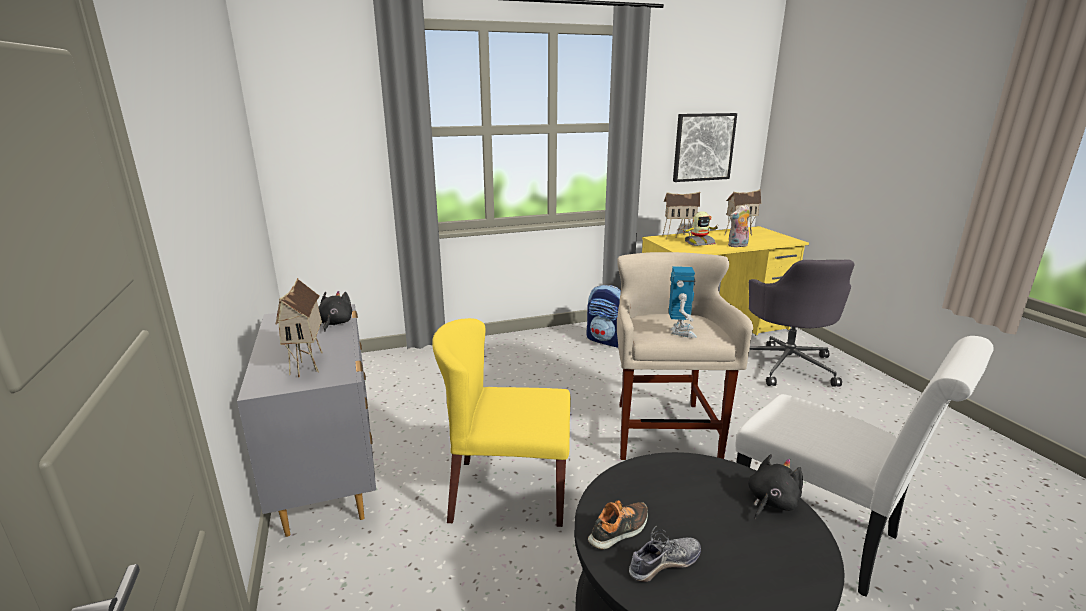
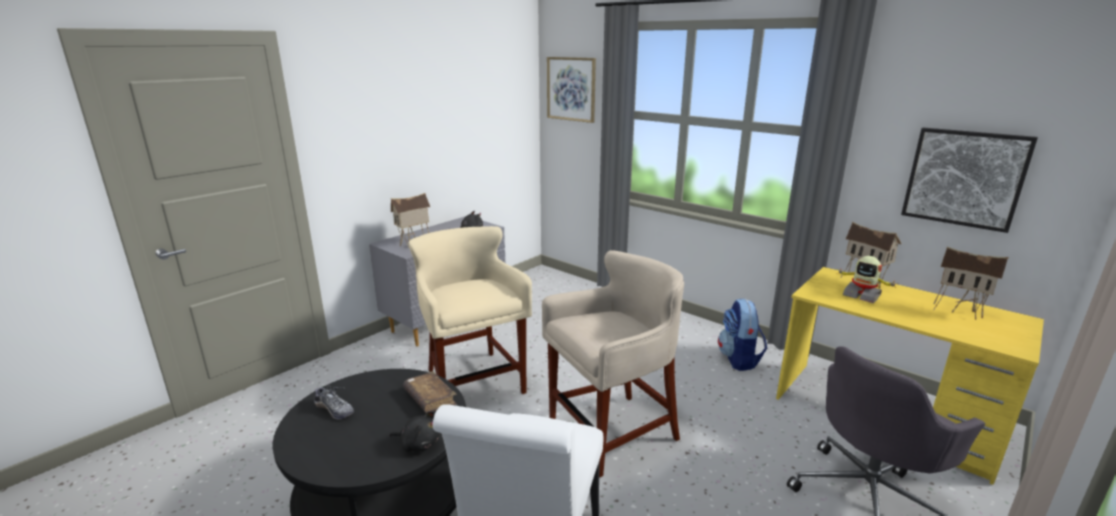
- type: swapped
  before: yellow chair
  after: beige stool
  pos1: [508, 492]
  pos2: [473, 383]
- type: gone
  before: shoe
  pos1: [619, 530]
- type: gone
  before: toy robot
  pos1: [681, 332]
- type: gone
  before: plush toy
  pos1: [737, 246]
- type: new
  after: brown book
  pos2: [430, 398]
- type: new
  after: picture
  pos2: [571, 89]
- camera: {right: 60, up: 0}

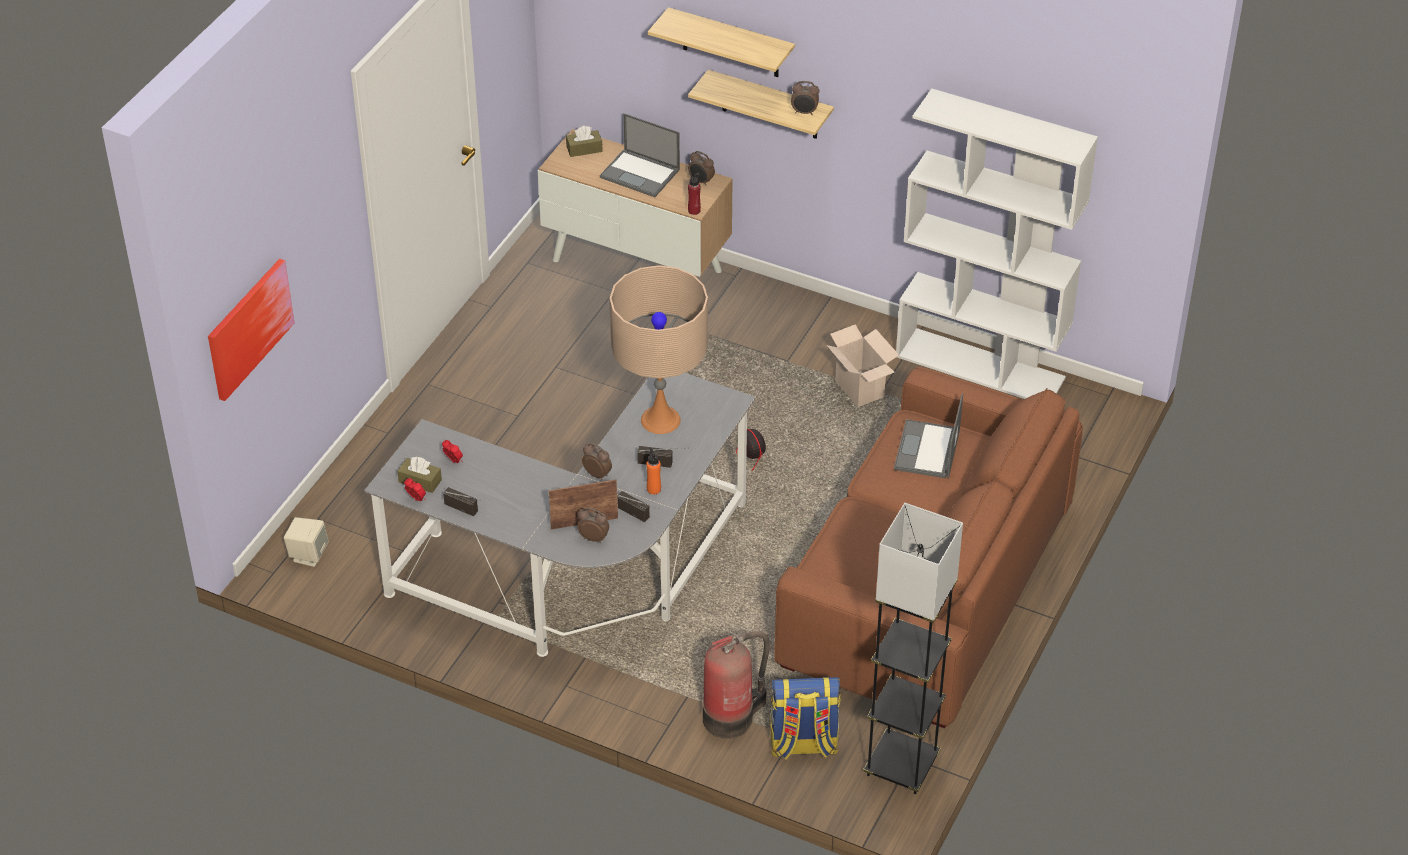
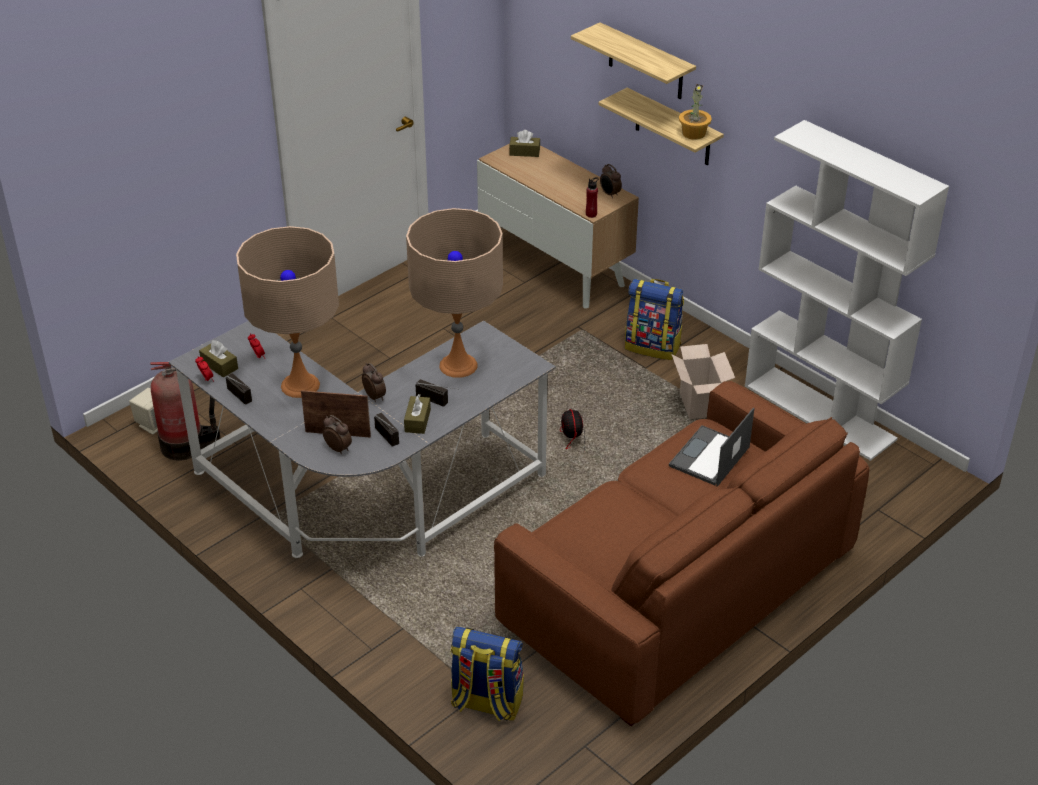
- type: gone
  before: picture
  pos1: [249, 328]
- type: gone
  before: laptop
  pos1: [641, 173]
- type: swapped
  before: orange bottle
  after: brown tissue box
  pos1: [654, 489]
  pos2: [417, 421]
- type: shifted
  before: fire extinguisher
  pos1: [731, 717]
  pos2: [186, 445]
- type: swapped
  before: alarm clock
  after: potted plant
  pos1: [804, 112]
  pos2: [694, 133]
- type: gone
  before: grey floor lamp
  pos1: [901, 766]
- type: new
  after: beige table lamp
  pos2: [300, 385]
- type: new
  after: backpack
  pos2: [653, 346]
- camera: {right: 20, up: -5}

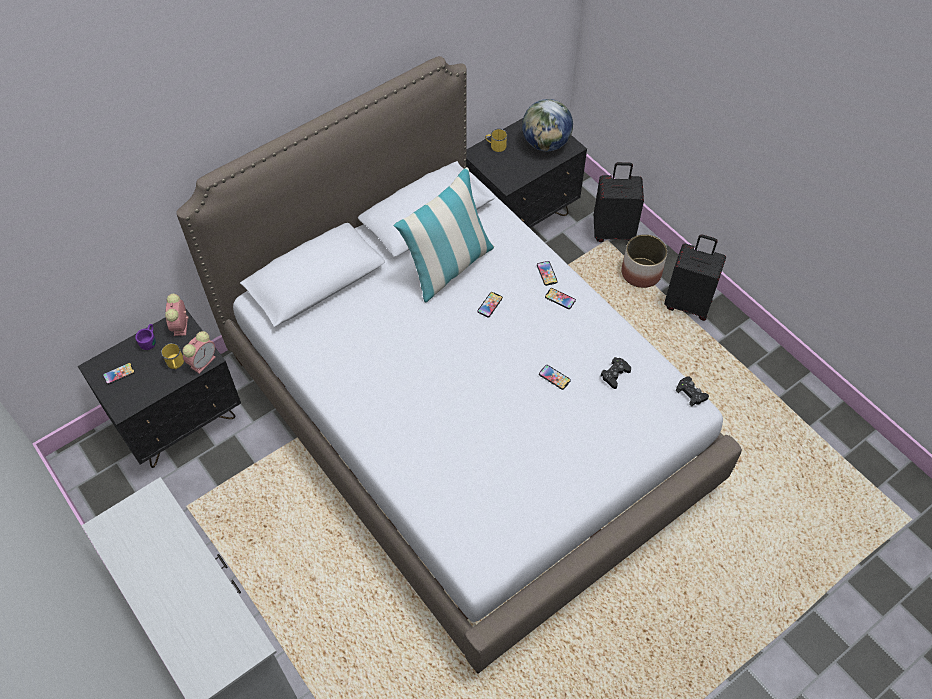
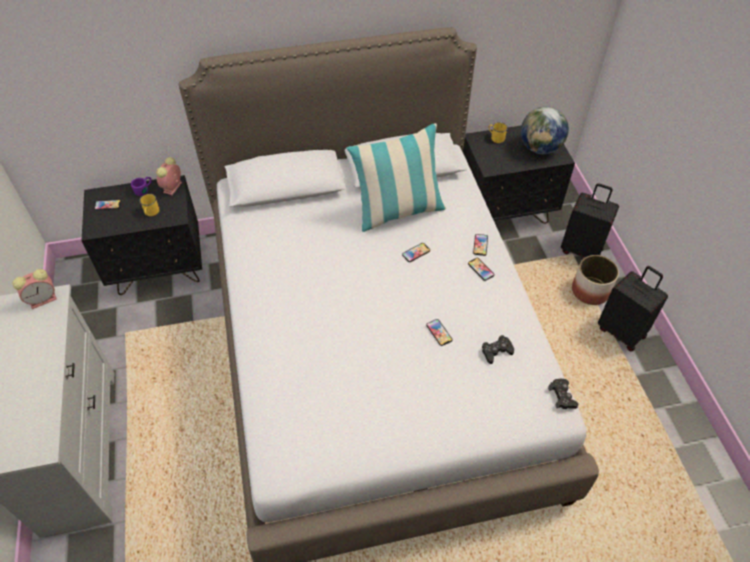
- type: shifted
  before: alarm clock
  pos1: [203, 361]
  pos2: [43, 299]
- camera: {right: 25, up: -5}

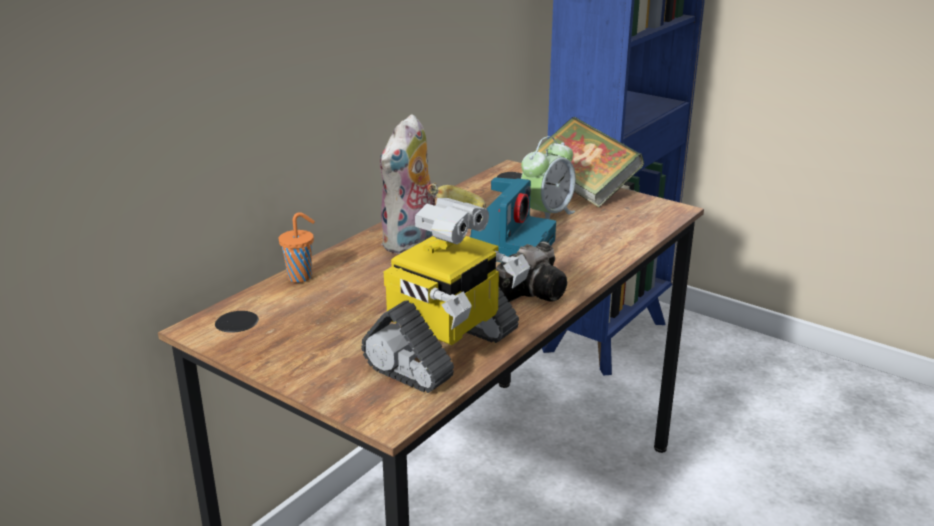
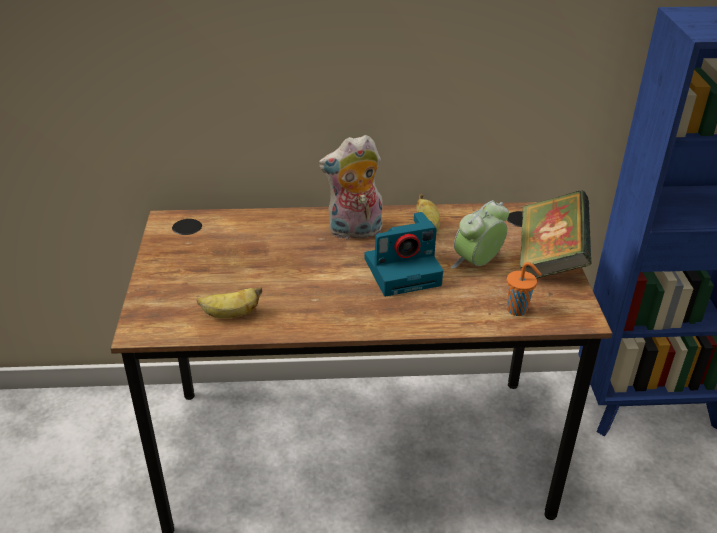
- type: shifted
  before: orange cup
  pos1: [301, 277]
  pos2: [518, 310]
- type: swapped
  before: toy robot
  after: banana
  pos1: [445, 351]
  pos2: [230, 314]
- type: gone
  before: photo camera
  pos1: [534, 292]
- type: rotated
  before: alarm clock
  pos1: [546, 215]
  pos2: [477, 263]
  turn: 135
- camera: {right: 50, up: 10}

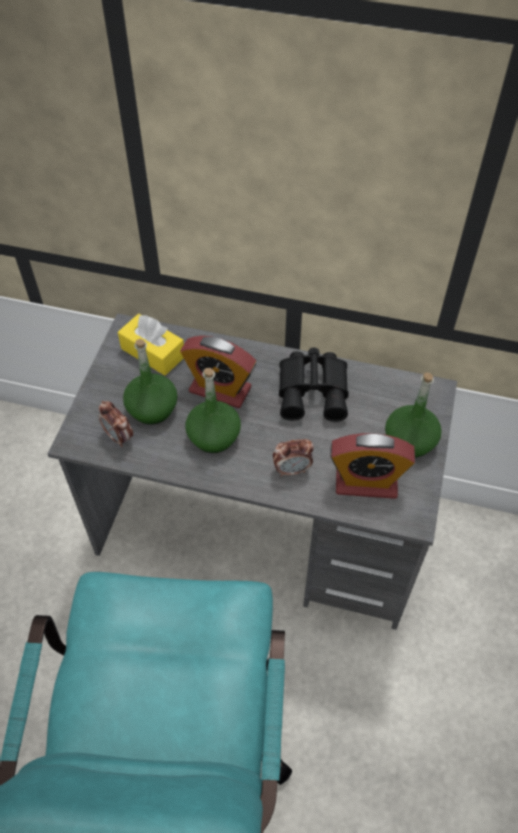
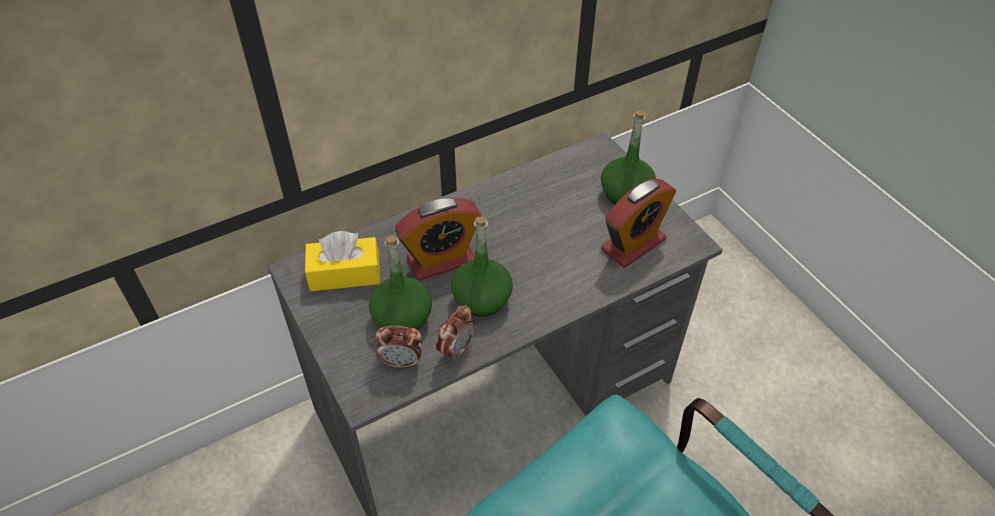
- type: shifted
  before: alarm clock
  pos1: [292, 469]
  pos2: [456, 349]
- type: gone
  before: black binoculars
  pos1: [314, 390]
- camera: {right: -45, up: -5}

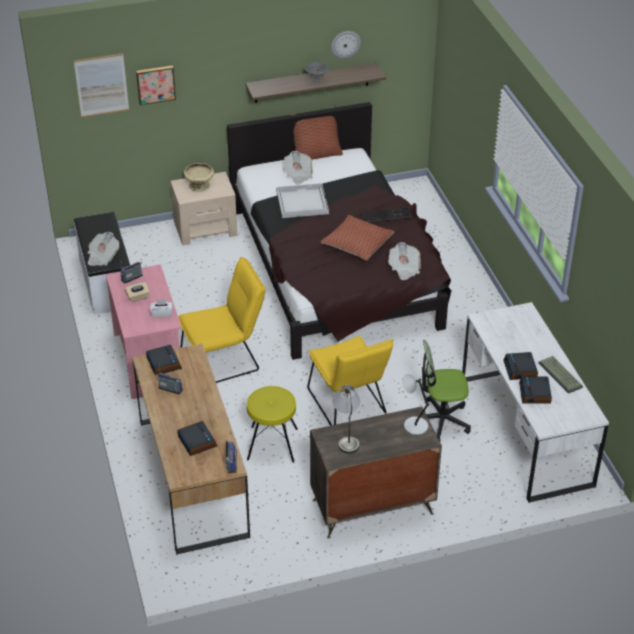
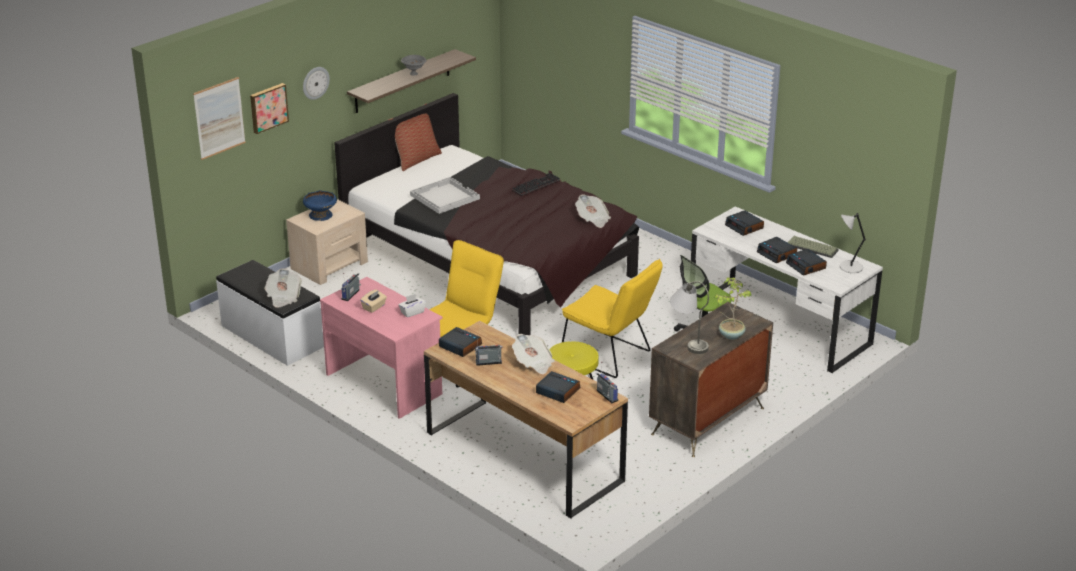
- type: repainted
  before: beige bowl
  after: blue bowl
  pos1: [199, 185]
  pos2: [321, 215]
- type: shifted
  before: newspaper
  pos1: [298, 175]
  pos2: [533, 363]
- type: gone
  before: pillow
  pos1: [357, 244]
- type: shifted
  before: wall clock
  pos1: [345, 44]
  pos2: [315, 82]
- type: shifted
  before: grey table lamp
  pos1: [414, 425]
  pos2: [849, 267]
- type: new
  after: potted plant
  pos2: [730, 335]
- type: new
  after: alarm clock
  pos2: [744, 227]
- camera: {right: -30, up: -10}

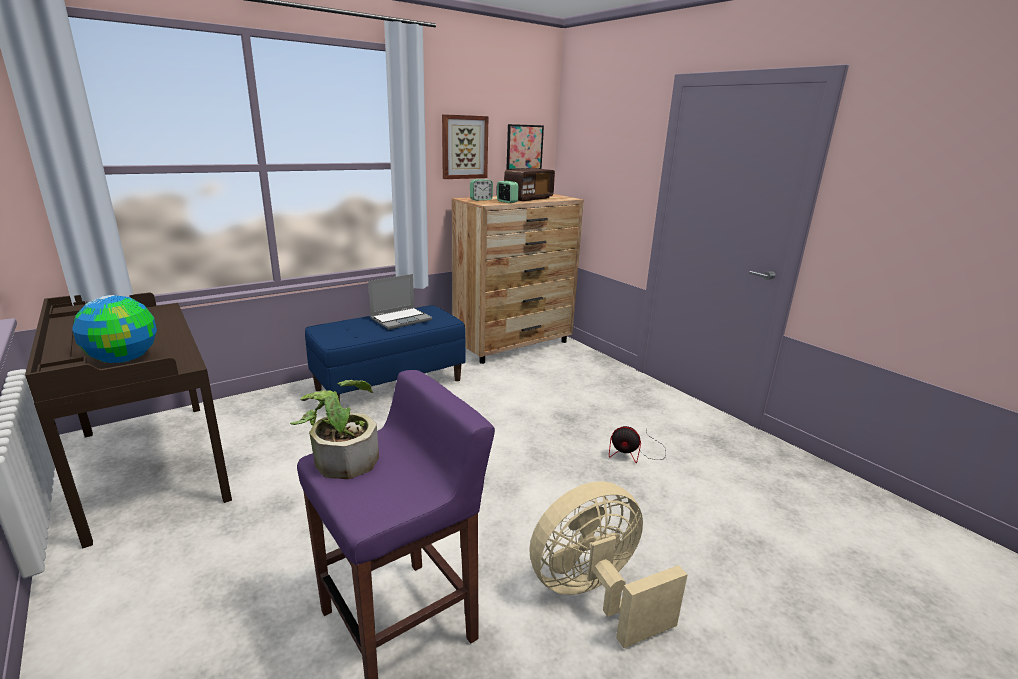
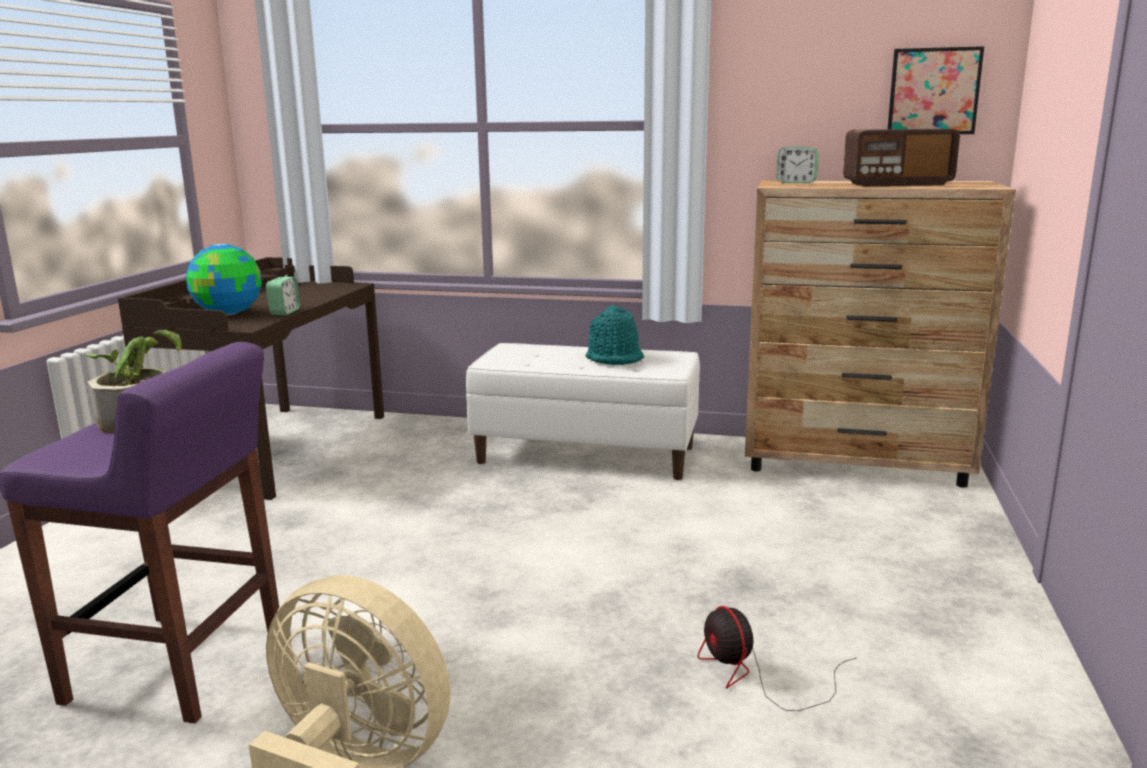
- type: repainted
  before: blue bench
  after: white bench
  pos1: [390, 384]
  pos2: [587, 454]
- type: swapped
  before: laptop
  after: turquoise hat
  pos1: [401, 319]
  pos2: [614, 358]
- type: gone
  before: picture
  pos1: [464, 147]
- type: shifted
  before: alarm clock
  pos1: [507, 202]
  pos2: [285, 312]
- camera: {right: 50, up: -5}

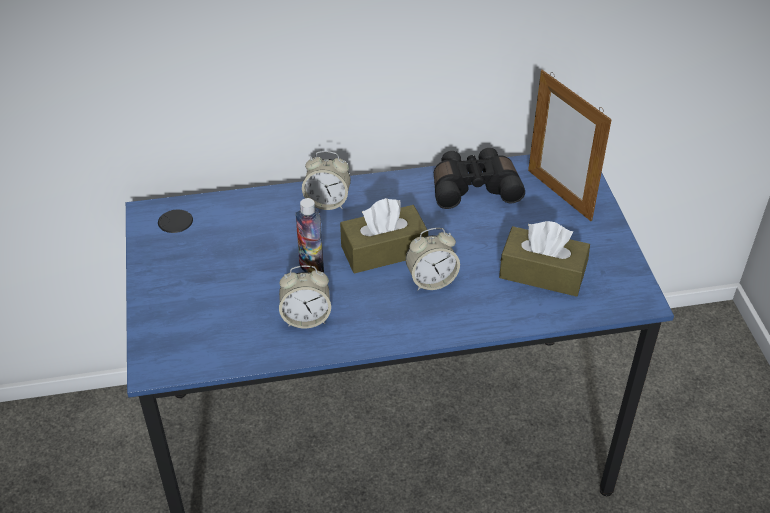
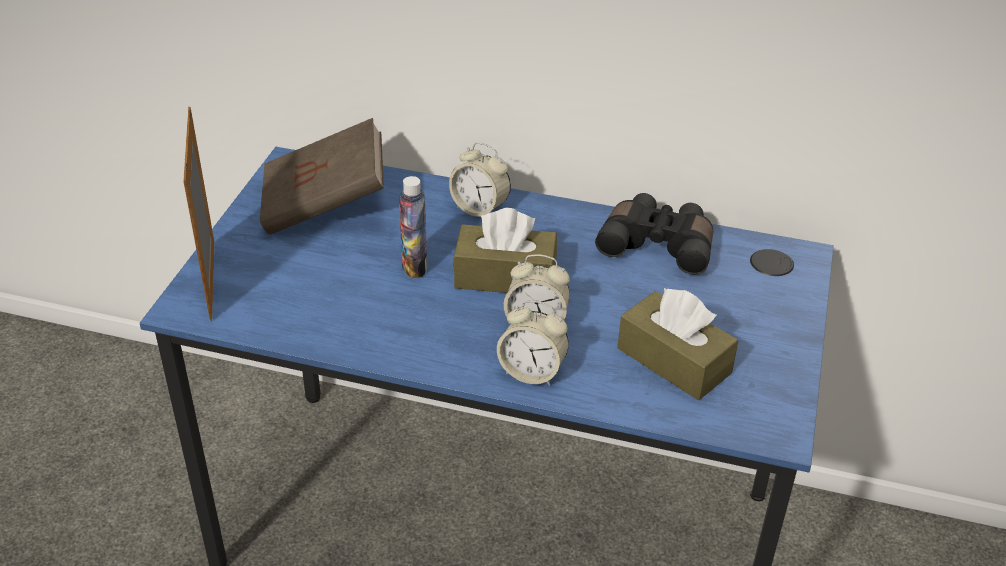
- type: shifted
  before: alarm clock
  pos1: [306, 318]
  pos2: [532, 372]
- type: shifted
  before: picture frame
  pos1: [559, 195]
  pos2: [212, 279]
- type: new
  after: brown book
  pos2: [324, 204]
- camera: {right: 25, up: -5}

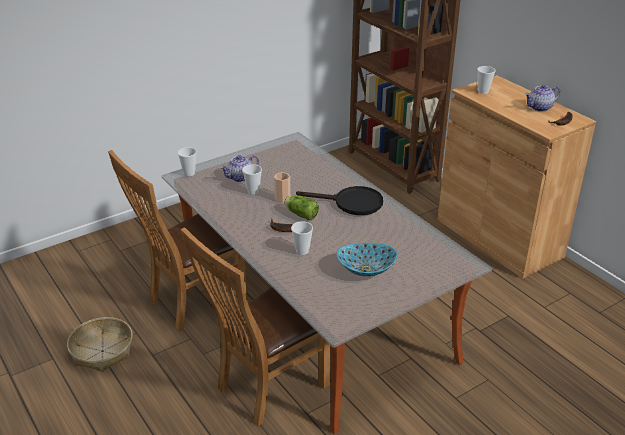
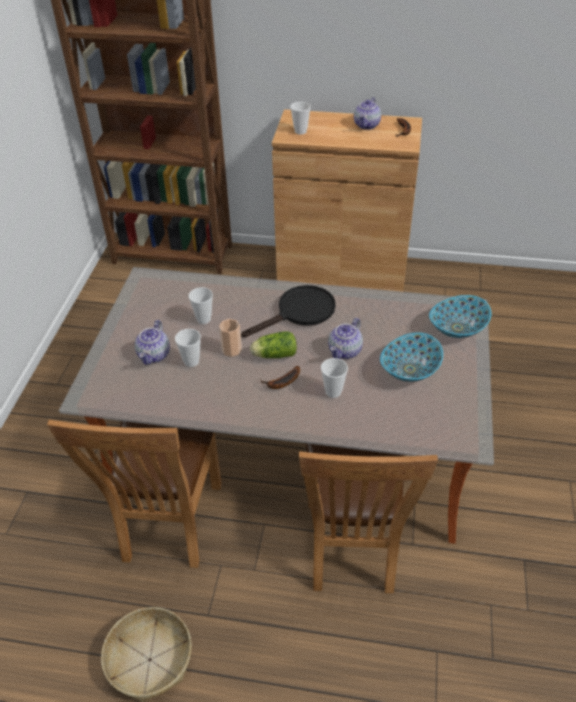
- type: shifted
  before: cup
  pos1: [189, 173]
  pos2: [203, 319]
- type: new
  after: teapot
  pos2: [345, 351]
- type: new
  after: bowl
  pos2: [458, 329]
- camera: {right: -45, up: 10}

